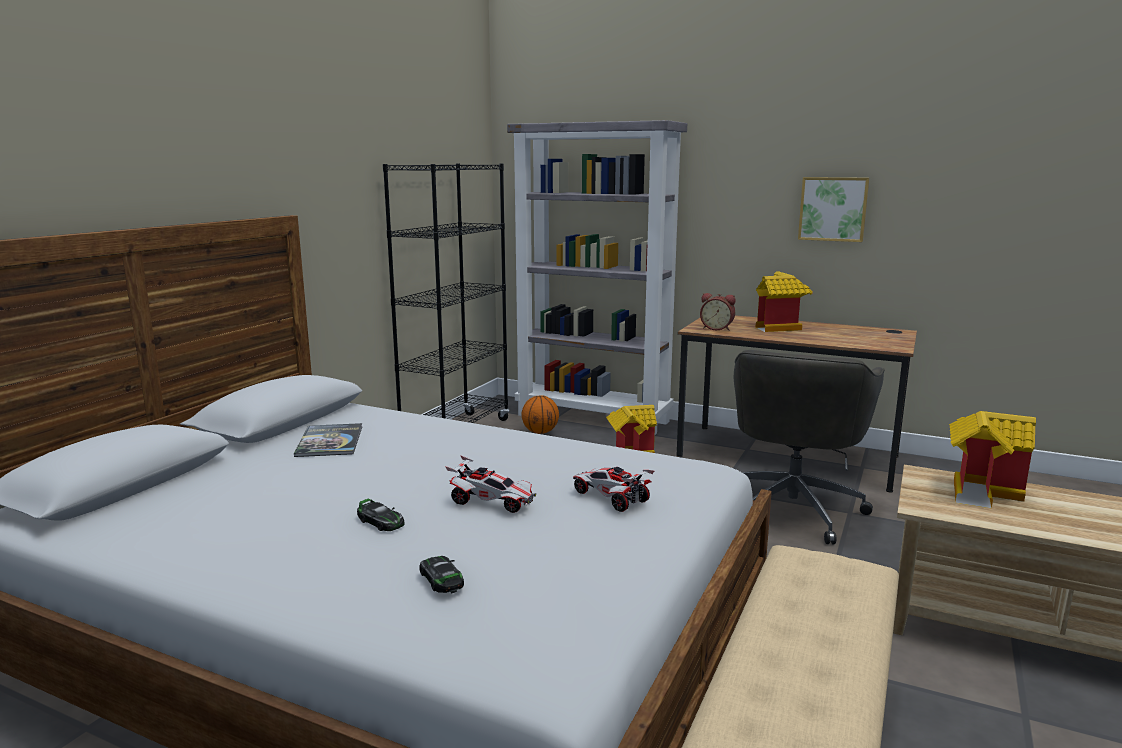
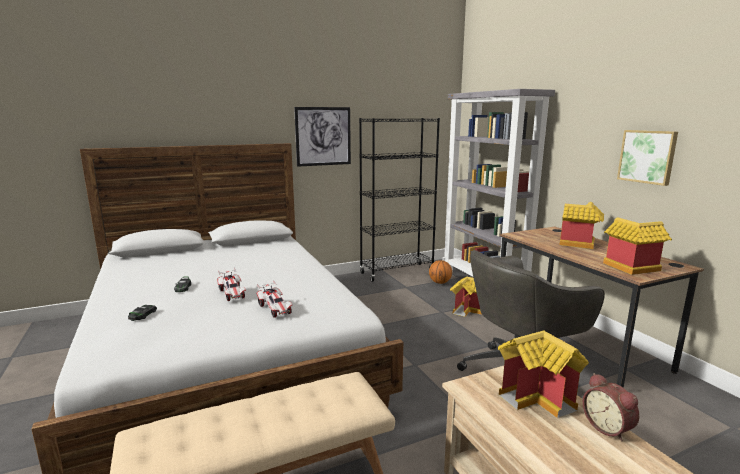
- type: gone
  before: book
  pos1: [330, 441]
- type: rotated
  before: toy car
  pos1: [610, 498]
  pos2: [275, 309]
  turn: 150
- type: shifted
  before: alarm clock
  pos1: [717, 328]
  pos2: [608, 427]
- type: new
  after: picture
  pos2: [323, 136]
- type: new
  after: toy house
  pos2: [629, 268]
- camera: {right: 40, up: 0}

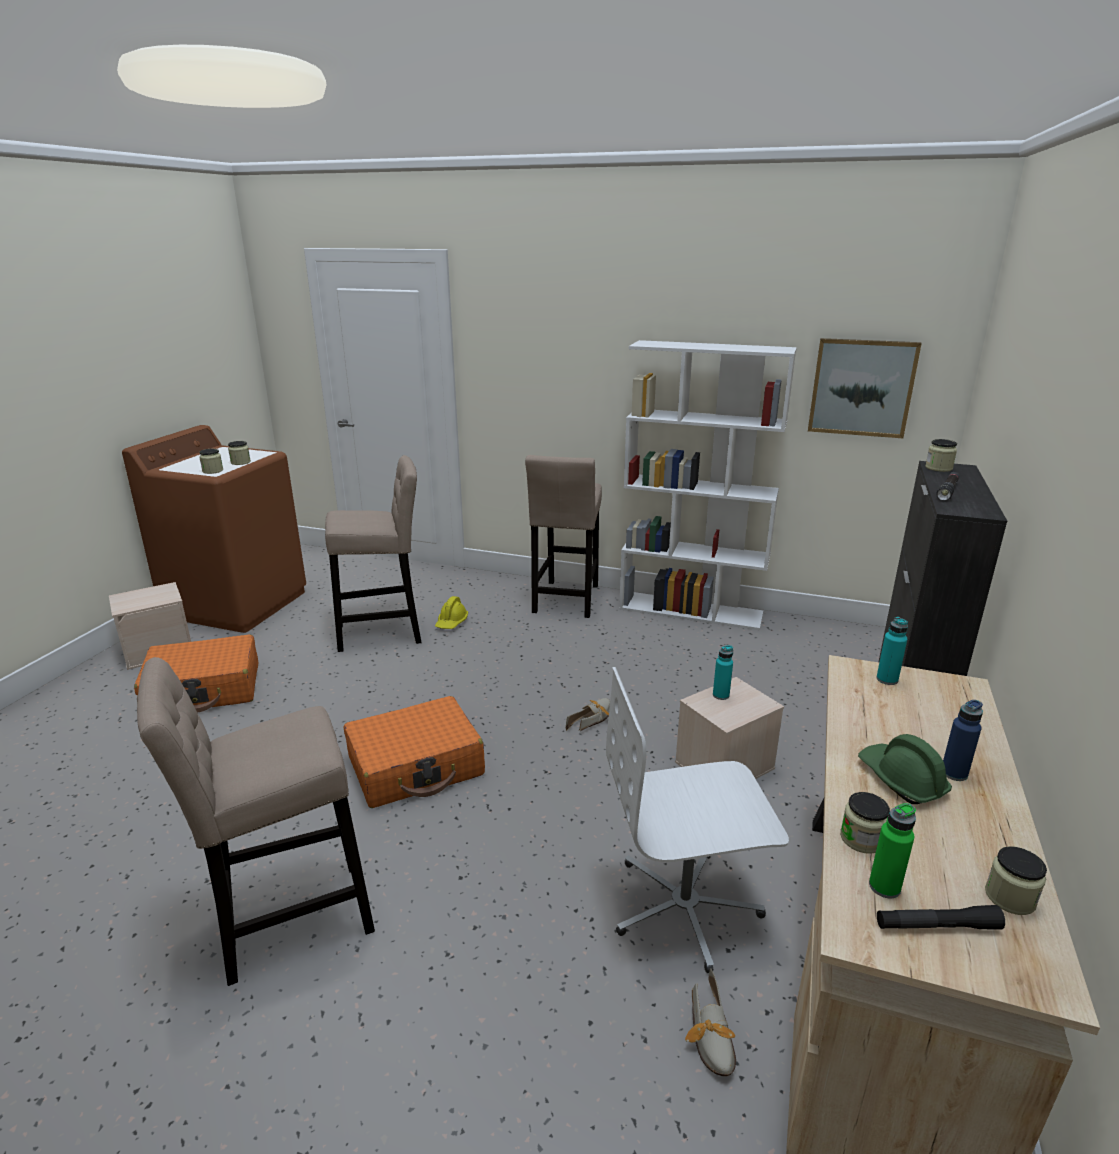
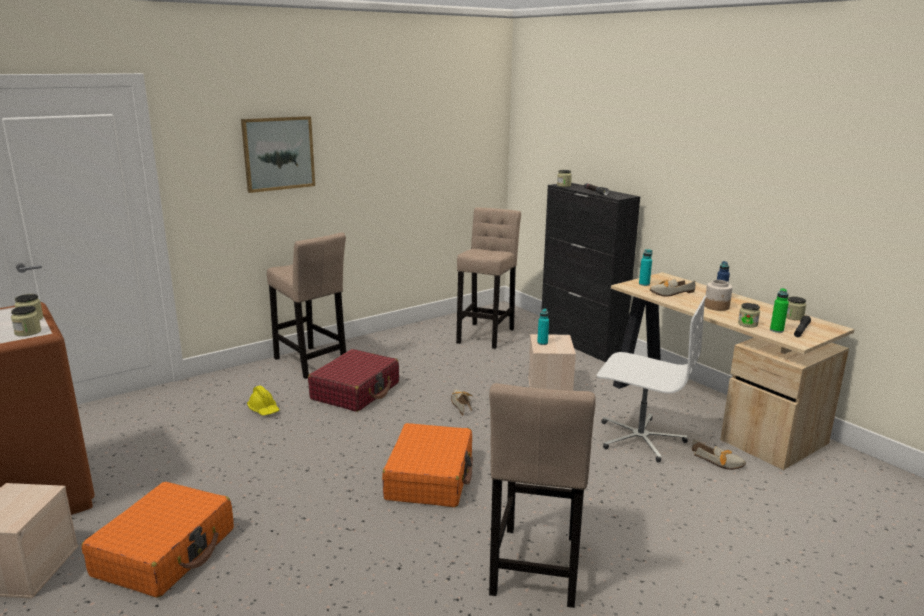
- type: shifted
  before: beige stool
  pos1: [384, 633]
  pos2: [486, 334]
- type: rotated
  before: white office chair
  pos1: [685, 907]
  pos2: [640, 438]
  turn: -90
- type: gone
  before: white bookcase
  pos1: [691, 610]
- type: shifted
  before: picture
  pos1: [861, 387]
  pos2: [278, 153]
- type: swapped
  before: green hard hat
  after: jar
  pos1: [901, 780]
  pos2: [717, 307]
- type: new
  after: red suitcase
  pos2: [356, 391]
- type: new
  after: shoe
  pos2: [668, 293]
- camera: {right: -55, up: -5}

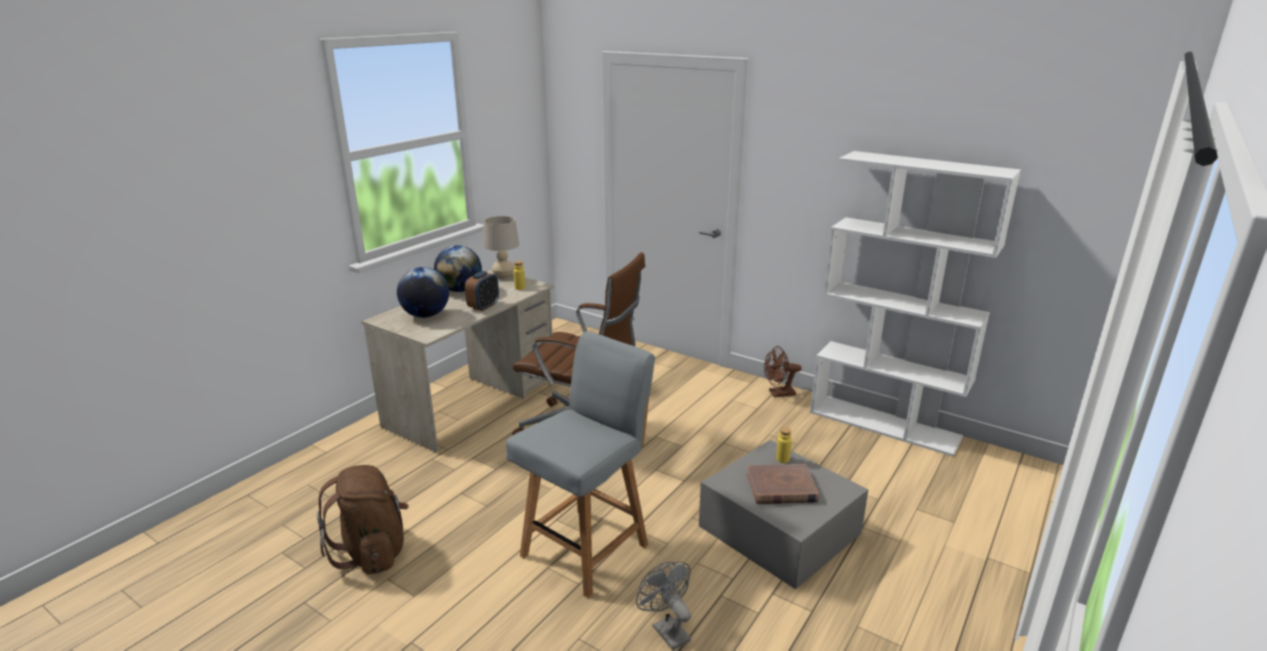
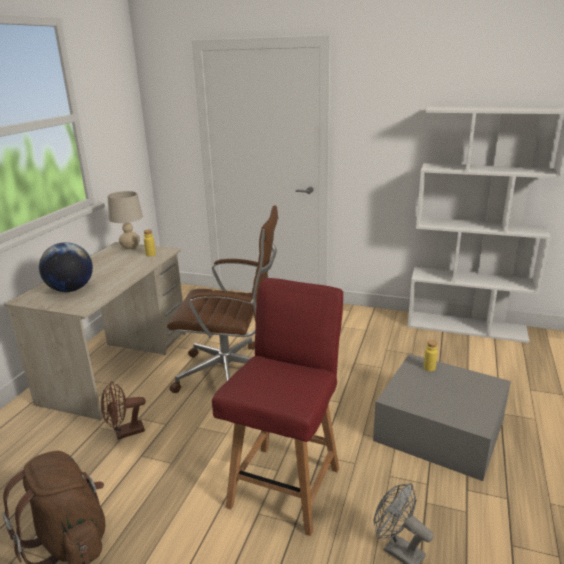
- type: gone
  before: globe
  pos1: [460, 290]
- type: gone
  before: alarm clock
  pos1: [483, 306]
- type: repainted
  before: grey chair
  after: red chair
  pos1: [587, 548]
  pos2: [286, 485]
- type: gone
  before: brown book
  pos1: [781, 488]
- type: shifted
  before: brown fan
  pos1: [778, 394]
  pos2: [125, 433]
- camera: {right: -15, up: 0}

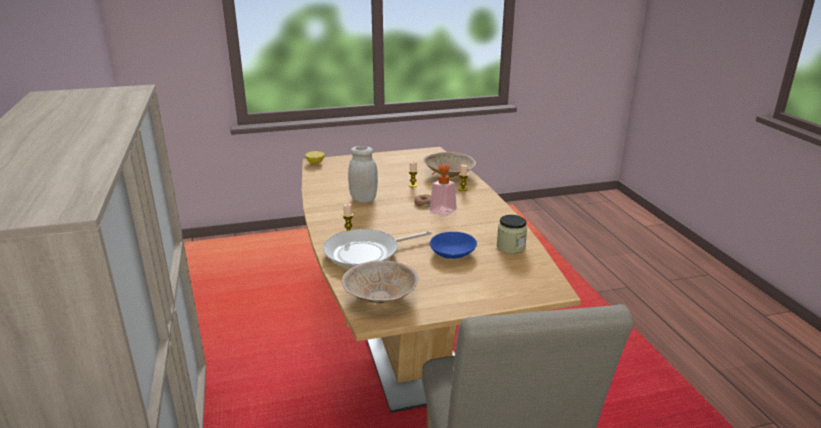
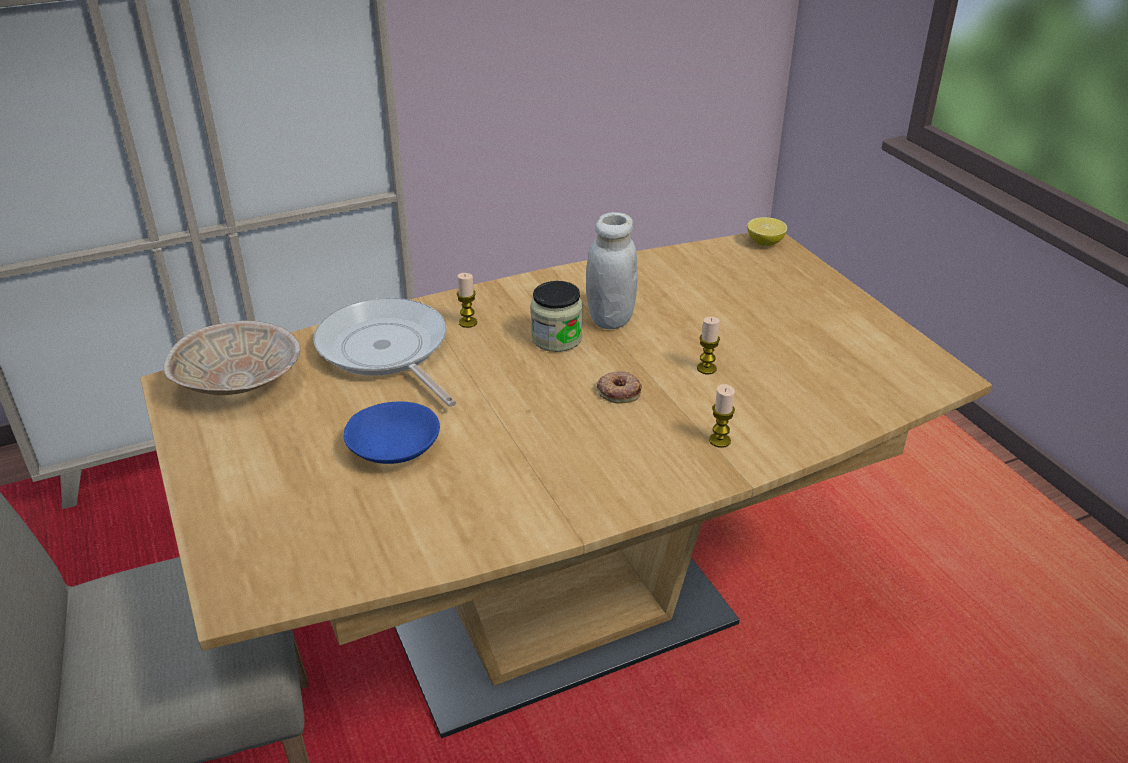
- type: gone
  before: beige bowl
  pos1: [450, 175]
- type: gone
  before: soap dispenser
  pos1: [440, 213]
- type: shifted
  before: jar
  pos1: [511, 247]
  pos2: [556, 338]
- camera: {right: 80, up: 10}

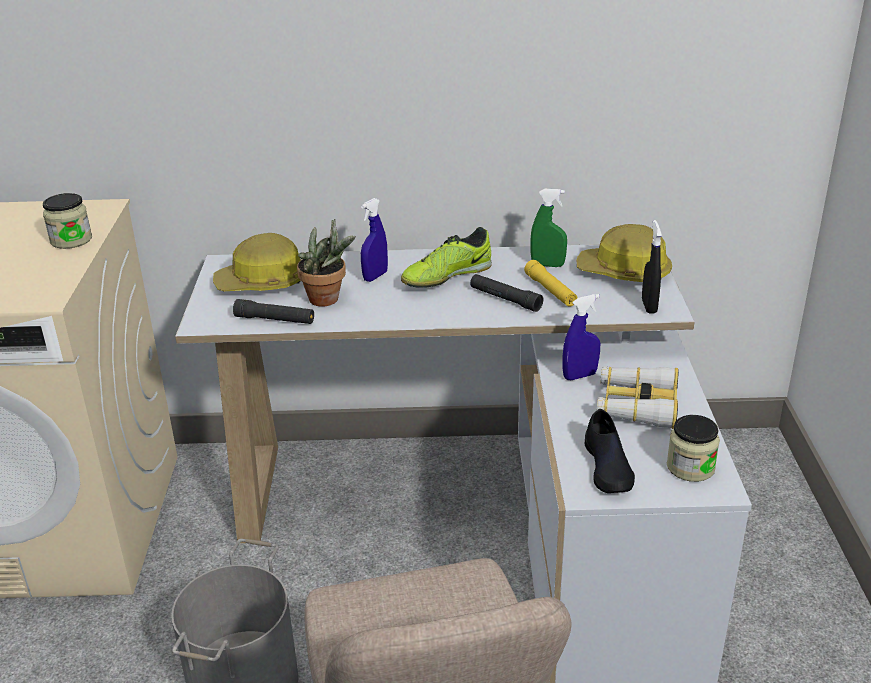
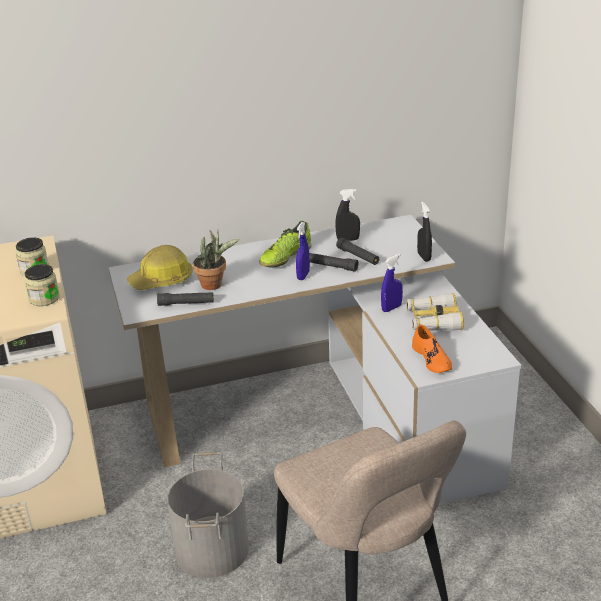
- type: shifted
  before: blue spray bottle
  pos1: [375, 276]
  pos2: [303, 276]
- type: repainted
  before: yellow flashlight
  after: black flashlight
  pos1: [550, 291]
  pos2: [358, 256]
- type: repainted
  before: green spray bottle
  after: black spray bottle
  pos1: [547, 265]
  pos2: [348, 239]
- type: gone
  before: hard hat
  pos1: [624, 272]
- type: repainted
  before: black shoe
  after: orange shoe
  pos1: [608, 467]
  pos2: [432, 359]
- type: shifted
  before: jar
  pos1: [690, 467]
  pos2: [44, 298]
- camera: {right: -15, up: 0}

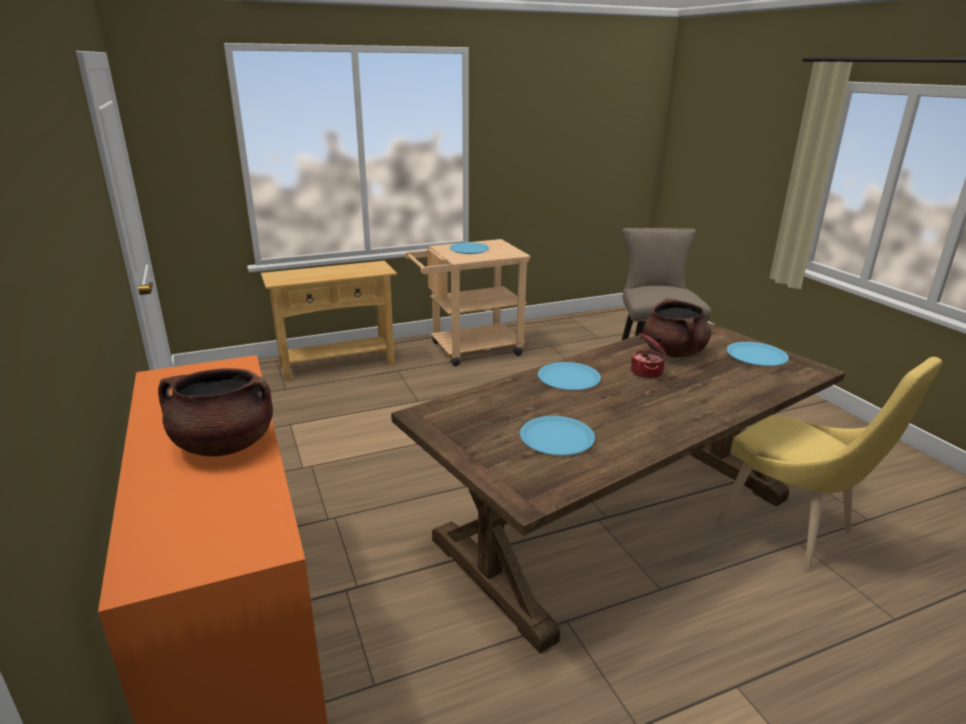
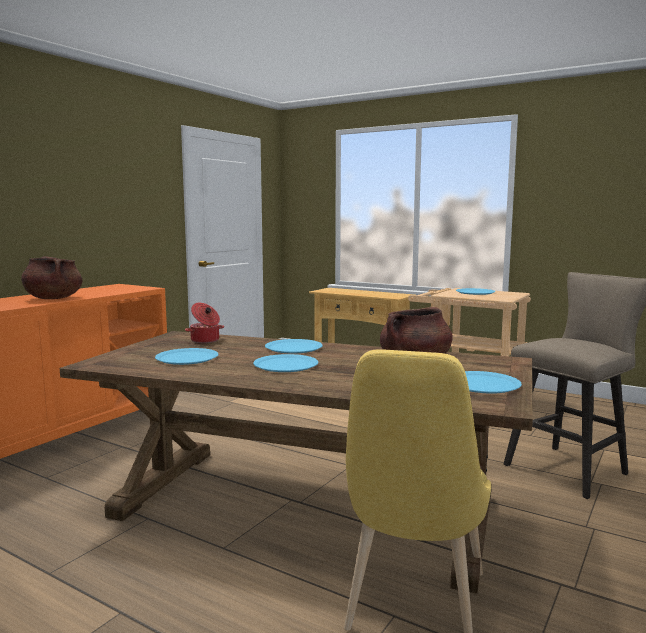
- type: shifted
  before: cooking pot
  pos1: [647, 372]
  pos2: [205, 340]
- type: new
  after: blue plate
  pos2: [285, 365]
- camera: {right: 55, up: -15}

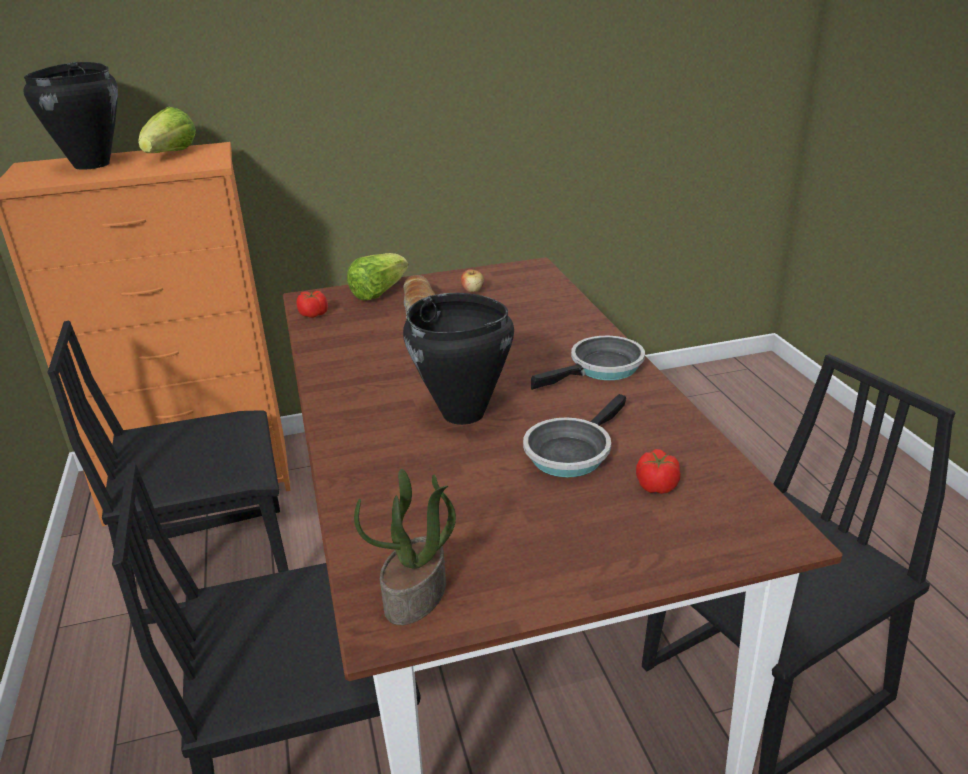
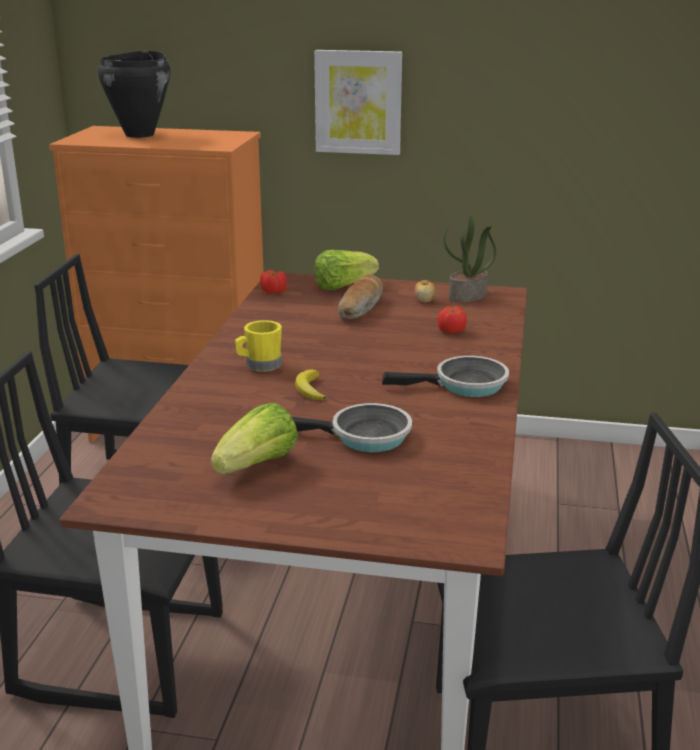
- type: shifted
  before: lettuce
  pos1: [171, 154]
  pos2: [257, 465]
- type: shifted
  before: potted plant
  pos1: [416, 596]
  pos2: [467, 296]
- type: swapped
  before: black cooking pot
  after: banana
  pos1: [463, 414]
  pos2: [310, 389]
- type: rotated
  before: frying pan
  pos1: [570, 452]
  pos2: [363, 437]
  turn: -150
- type: shifted
  before: tomato
  pos1: [657, 486]
  pos2: [451, 331]
- type: new
  after: yellow mug
  pos2: [259, 365]
- type: new
  after: picture
  pos2: [358, 102]
- camera: {right: 25, up: -5}

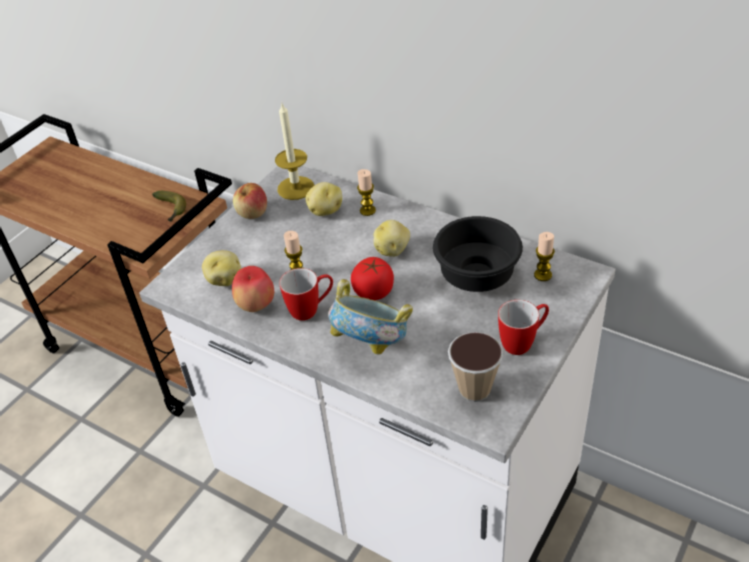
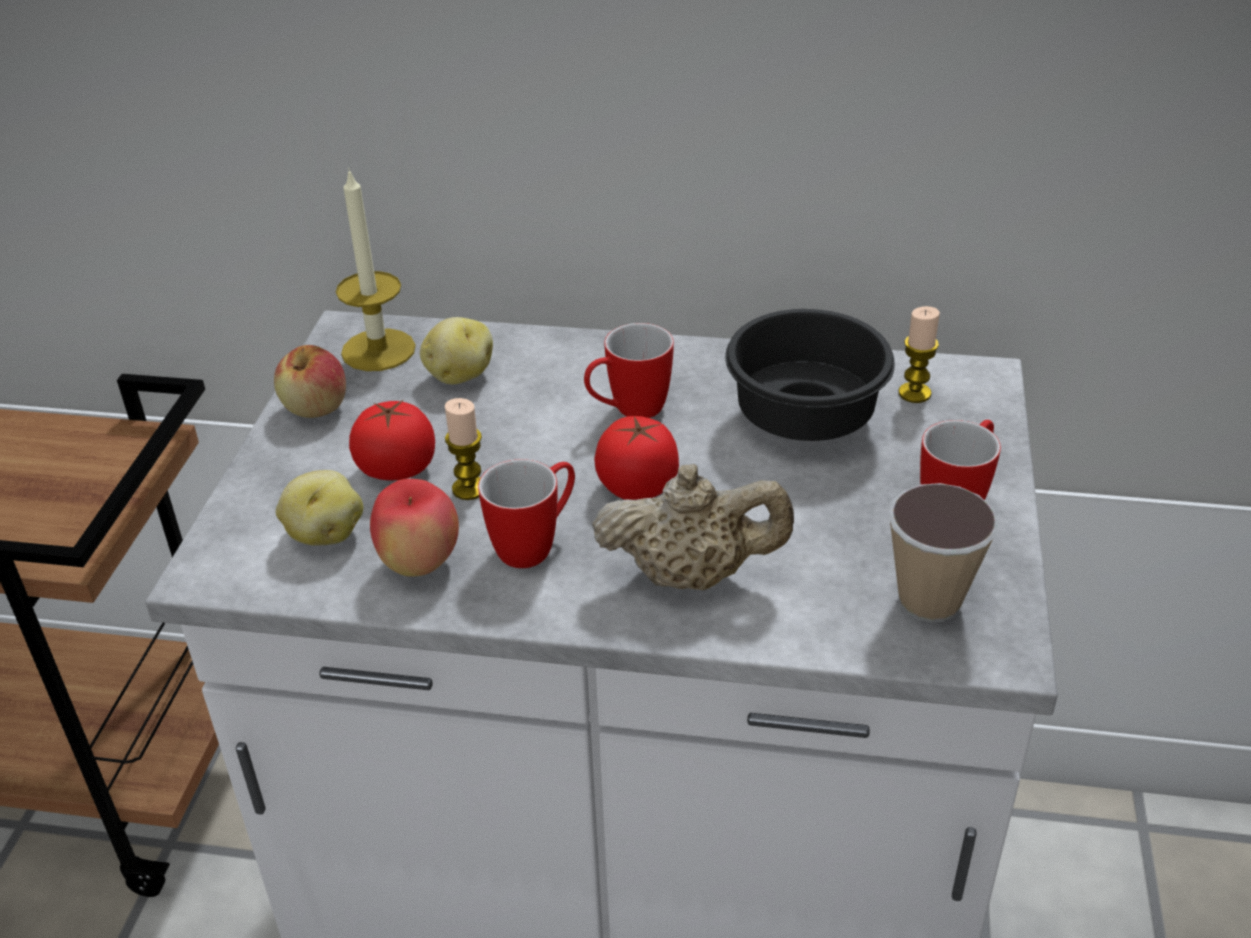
- type: gone
  before: banana
  pos1: [171, 210]
- type: swapped
  before: bowl
  after: beige teapot
  pos1: [371, 344]
  pos2: [692, 575]
- type: gone
  before: candle
  pos1: [367, 210]
- type: swapped
  before: potato
  after: mug
  pos1: [392, 250]
  pos2: [628, 411]
- type: new
  after: tomato
  pos2: [397, 469]
- camera: {right: -25, up: -5}

